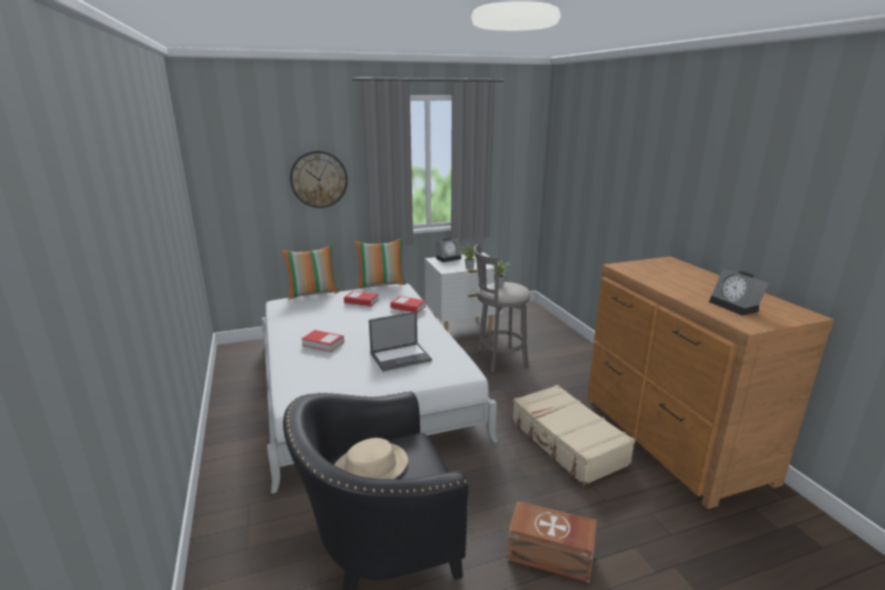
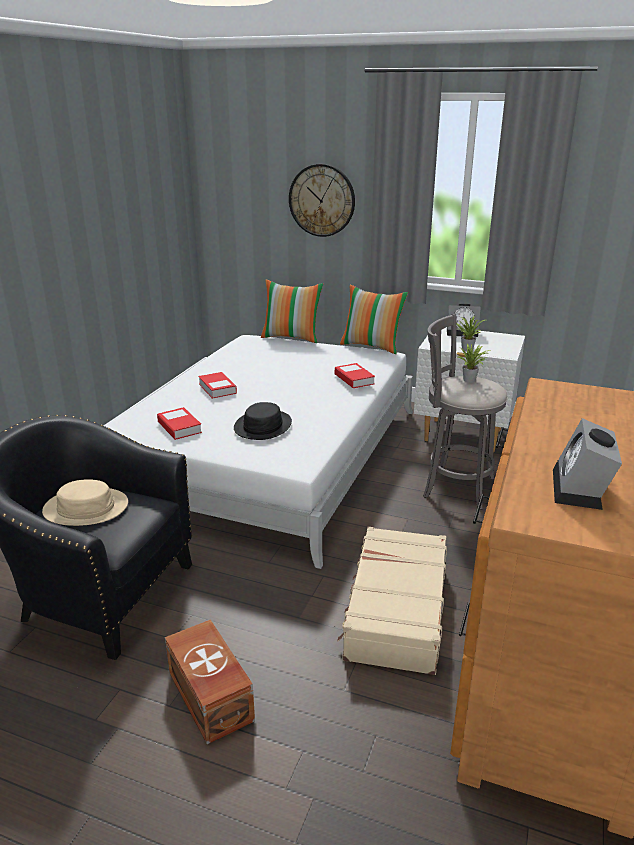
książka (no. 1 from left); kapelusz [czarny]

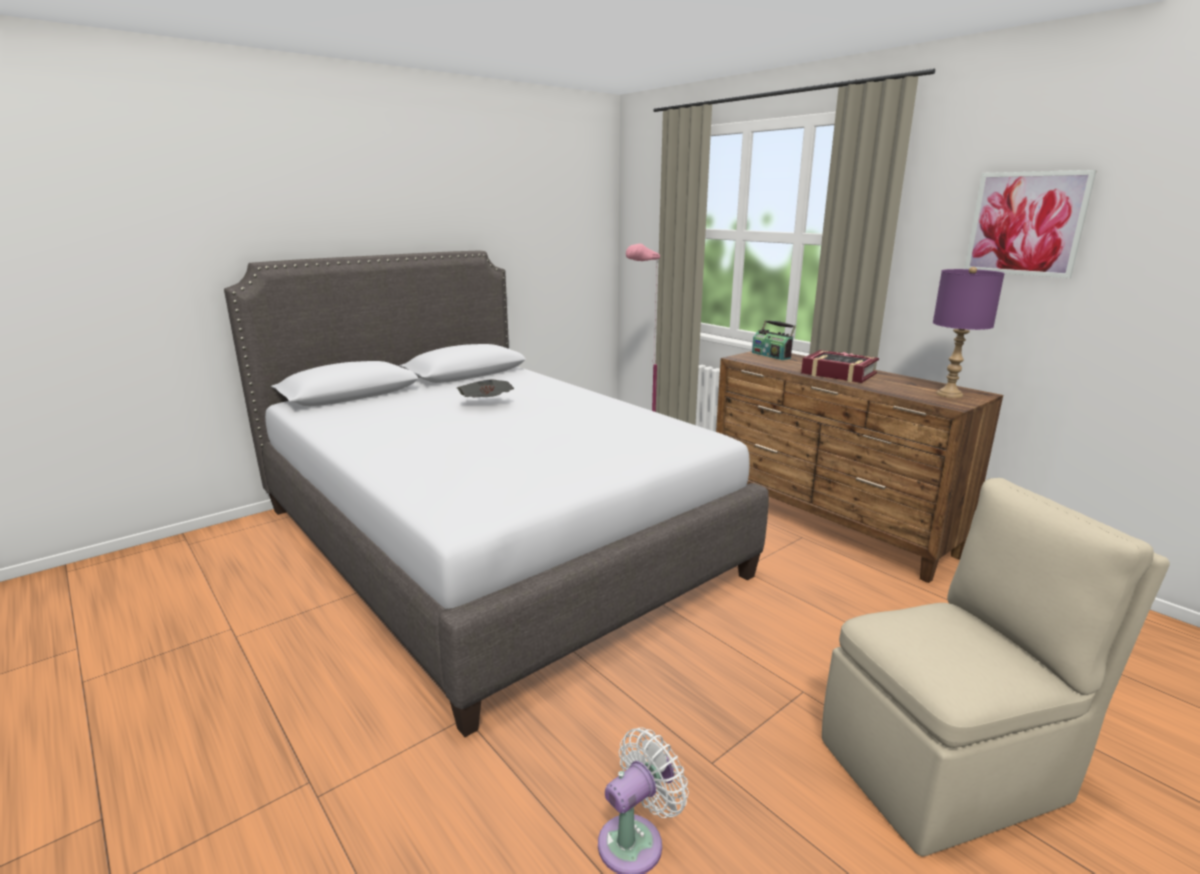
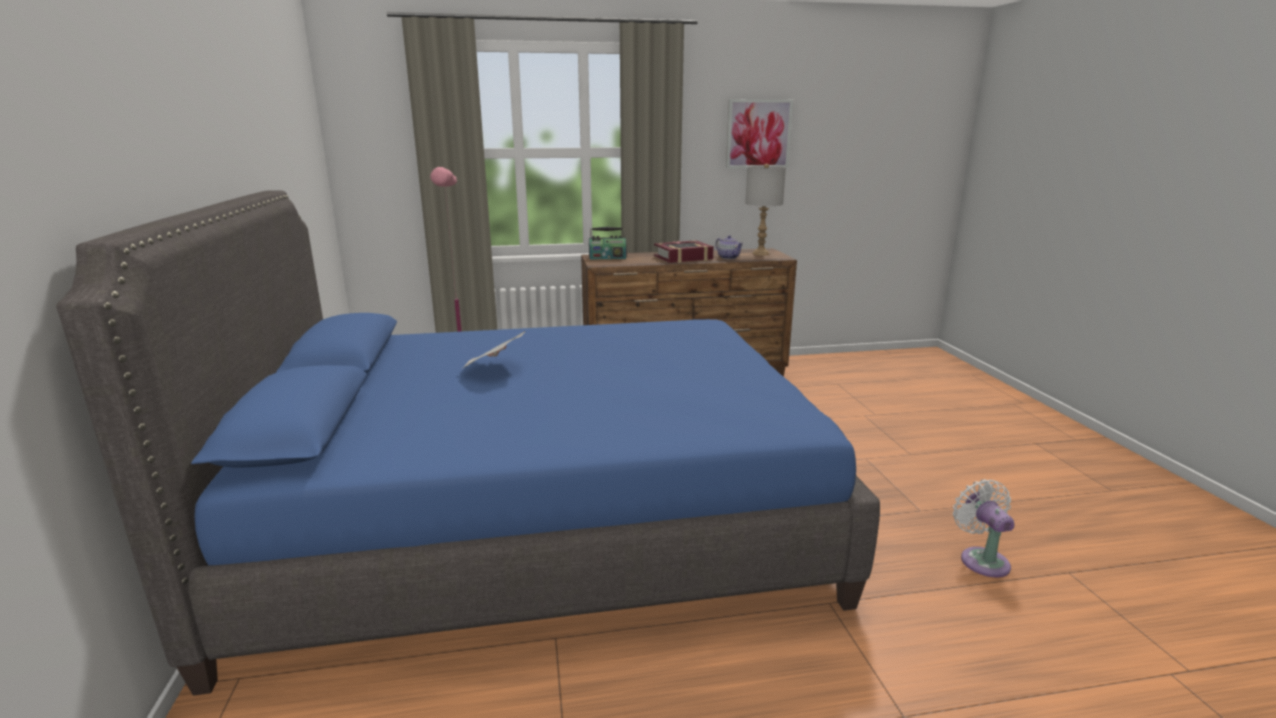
łóżko [niebieski]; lampa stołowa [szary]; krzesło [beżowy]; imbryk

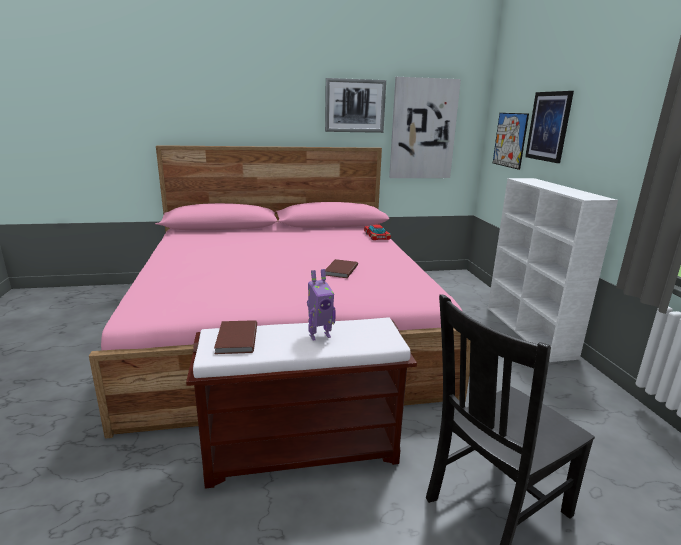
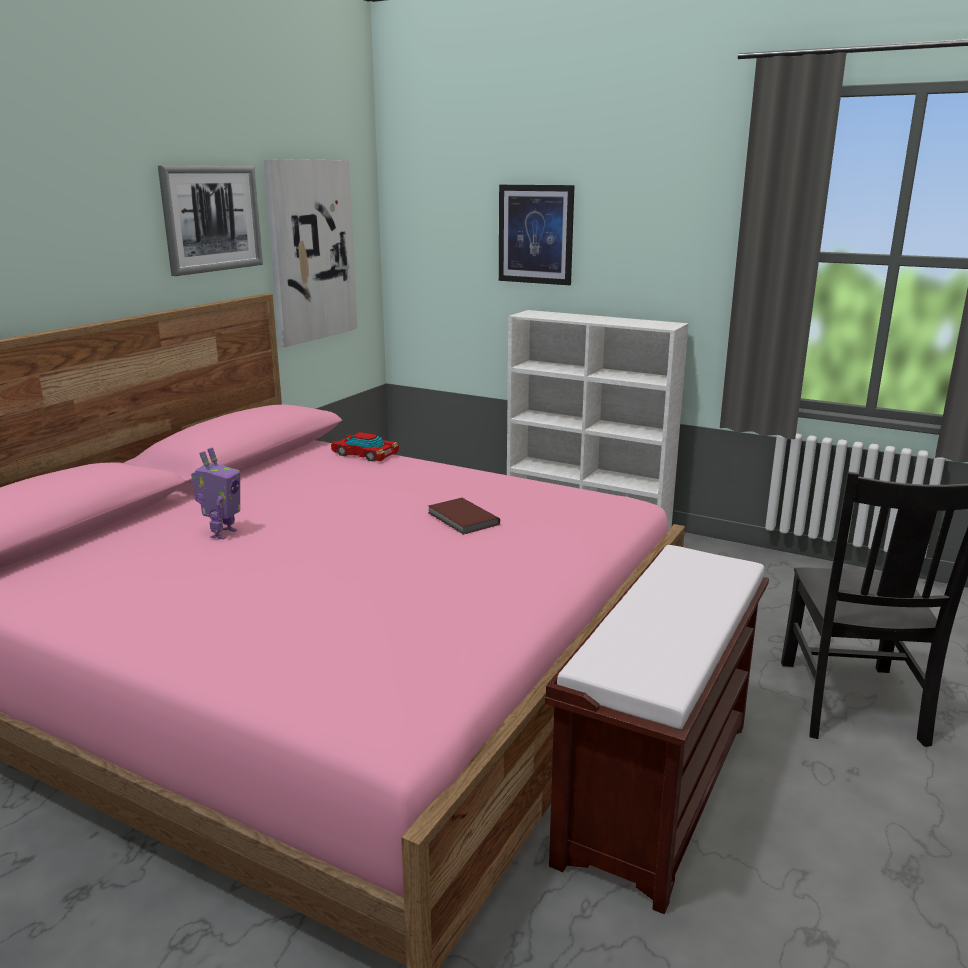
obraz (no. 3 from left in the first image); robot zabawkowy; książka [brązowy] (no. 1 from left in the first image)

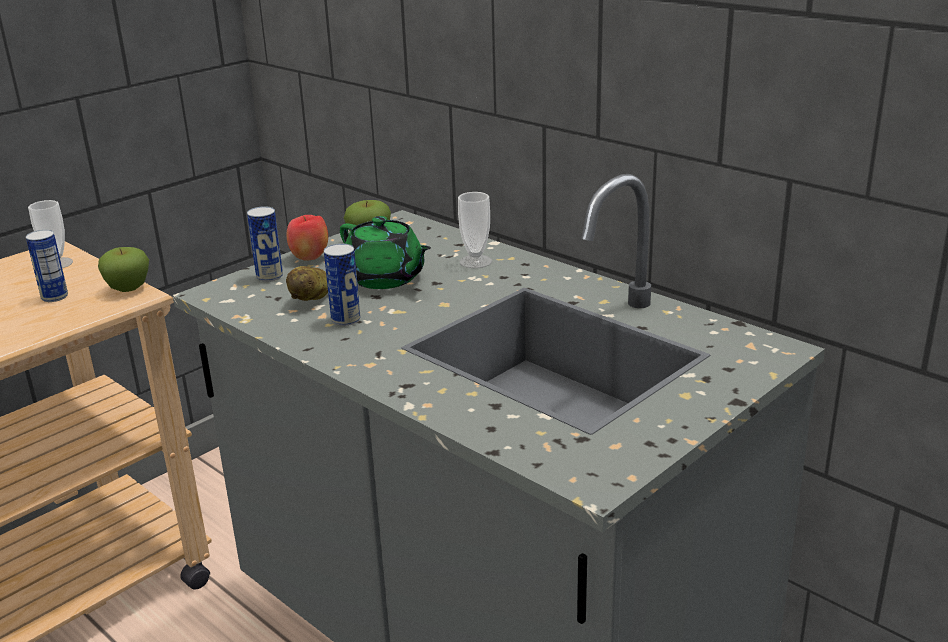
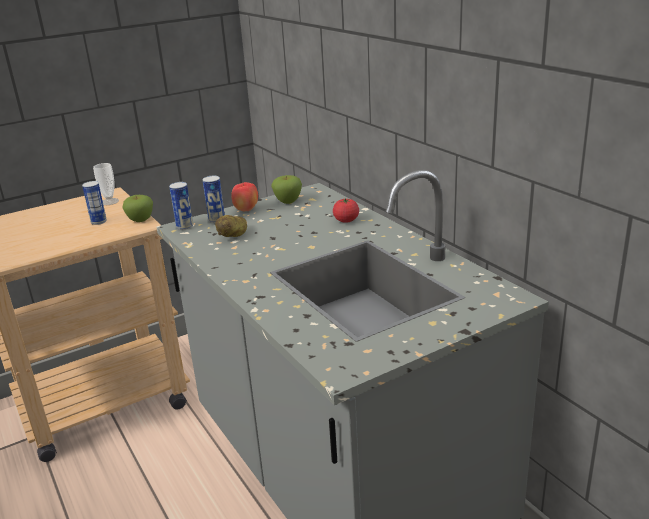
pomidor; imbryk [zielony]; puszka (no. 2 from left)

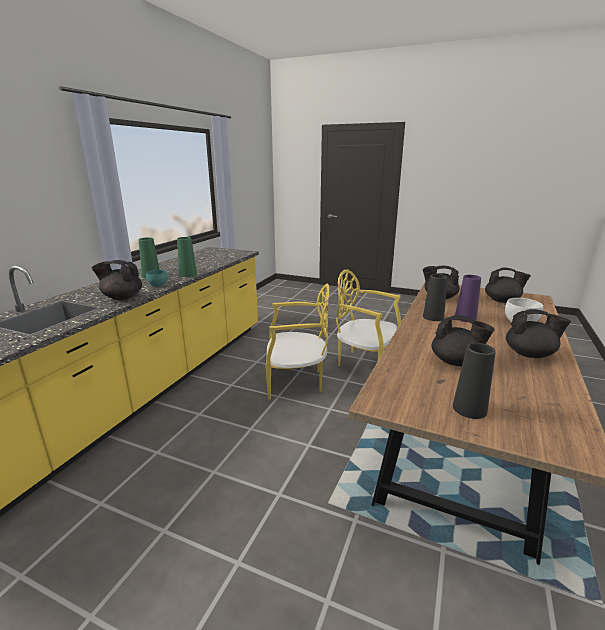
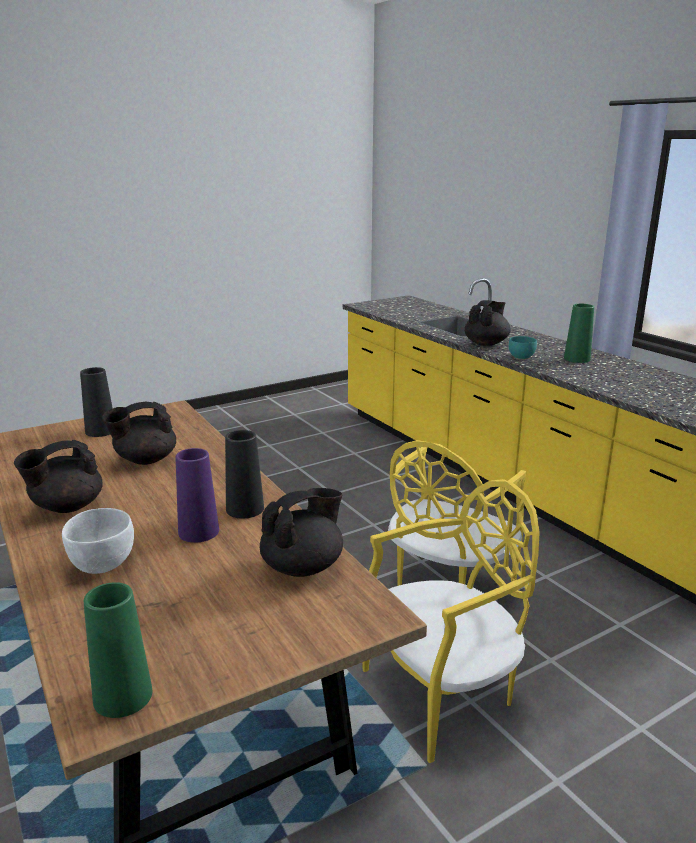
wazon [zielony] (no. 1 from left); imbryk [czarny] (no. 4 from left in the first image)

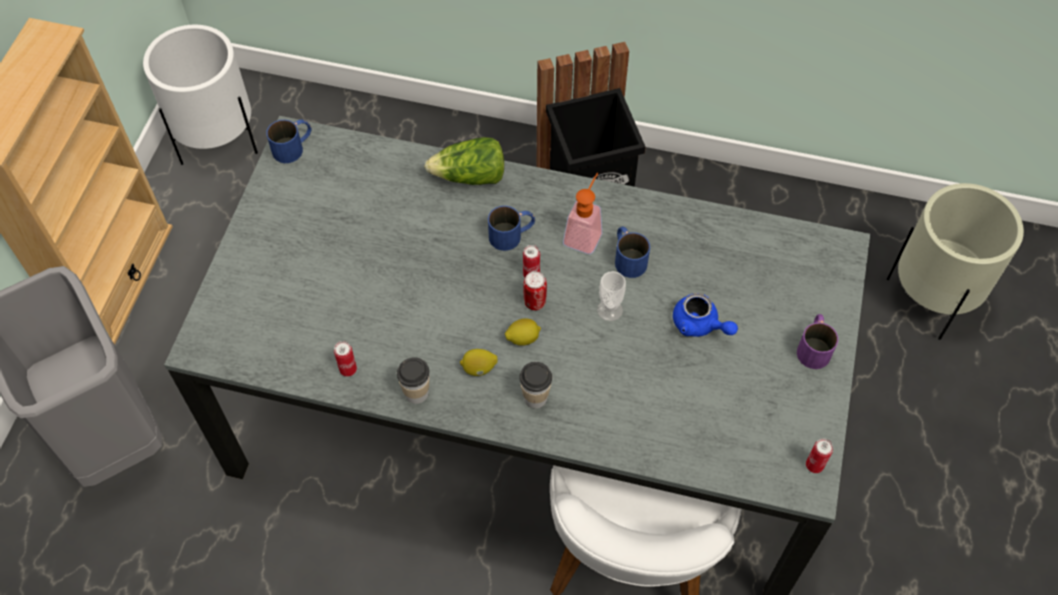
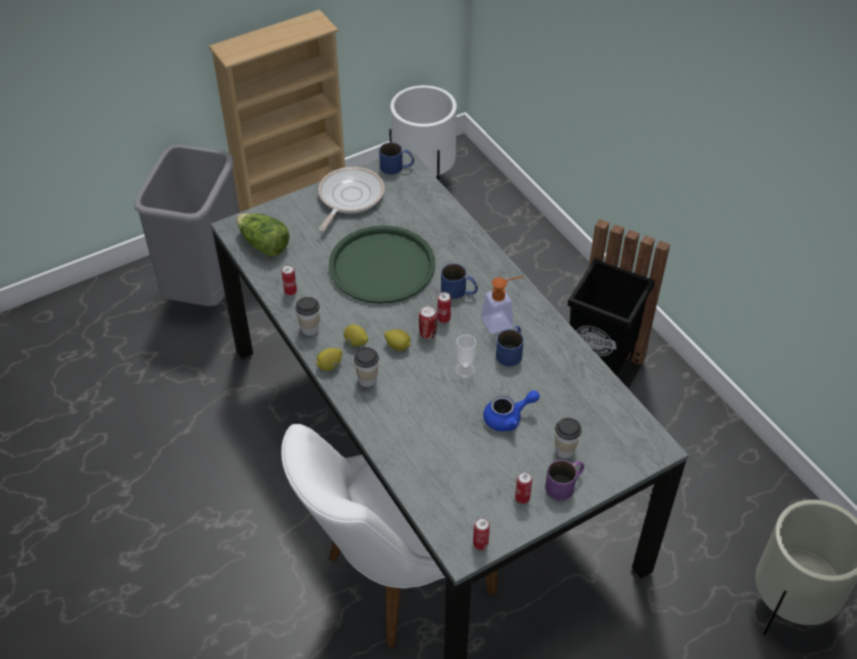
sałata; imbryk [niebieski]; patelnia; taca [zielony]; cytryna (no. 1 from left); filiżanka (no. 4 from left); puszka (no. 5 from left)

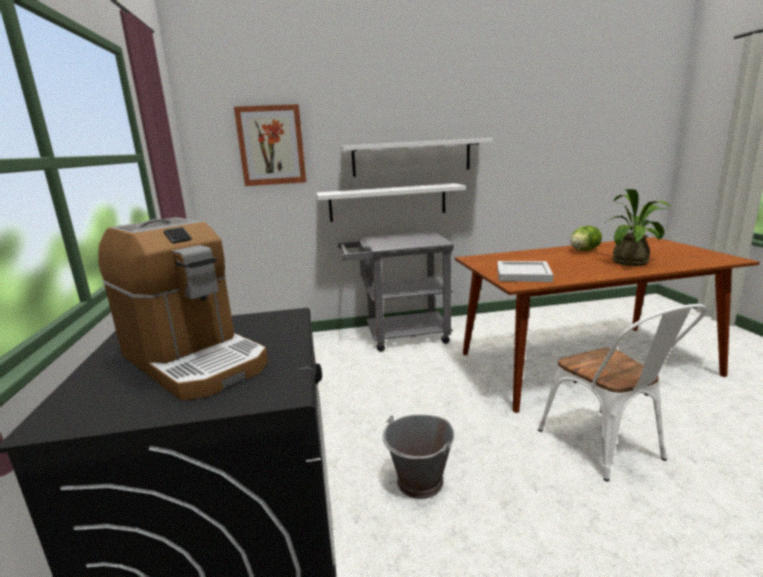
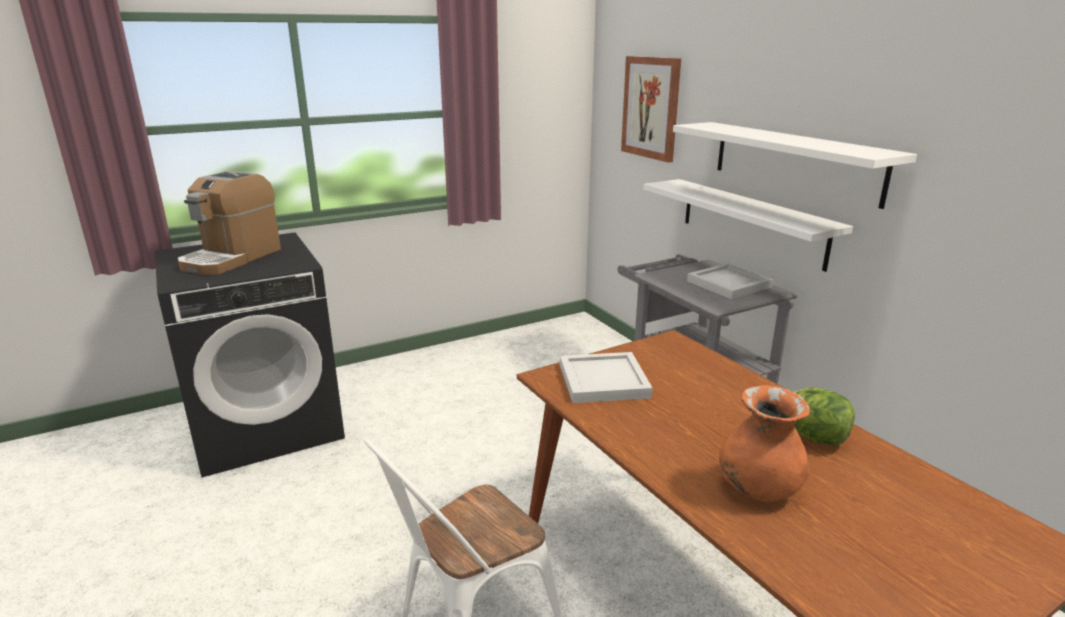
wazon [pomarańczowy]; wiadro [szary]; taca [biały] (no. 2 from left)

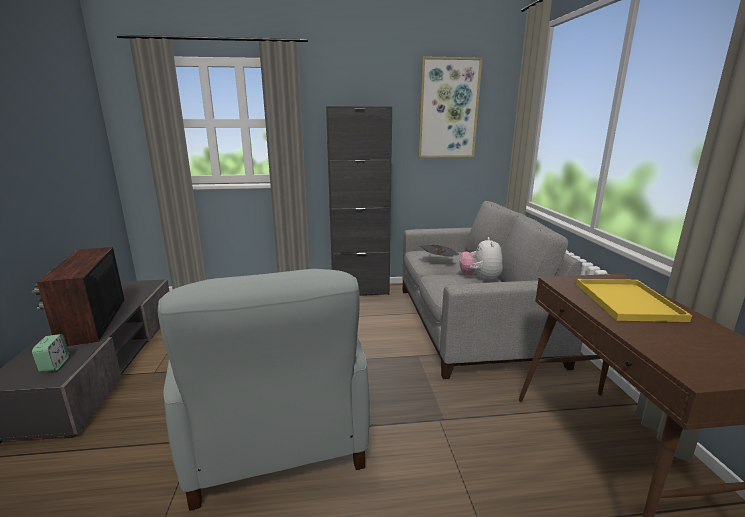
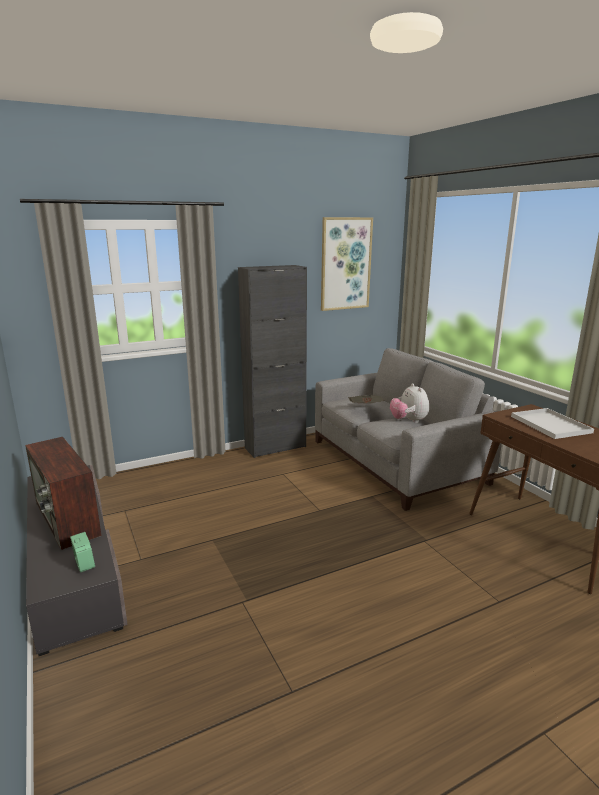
fotel [szary]; taca [biały]

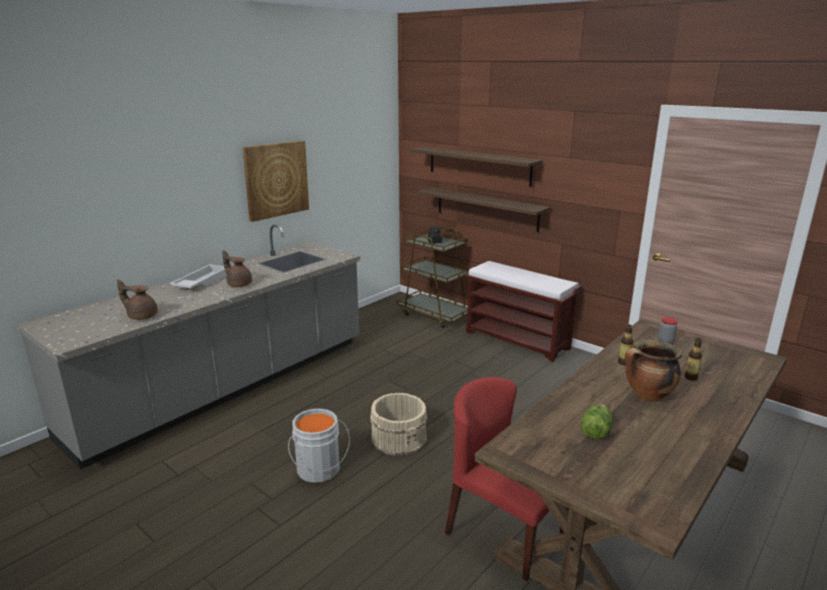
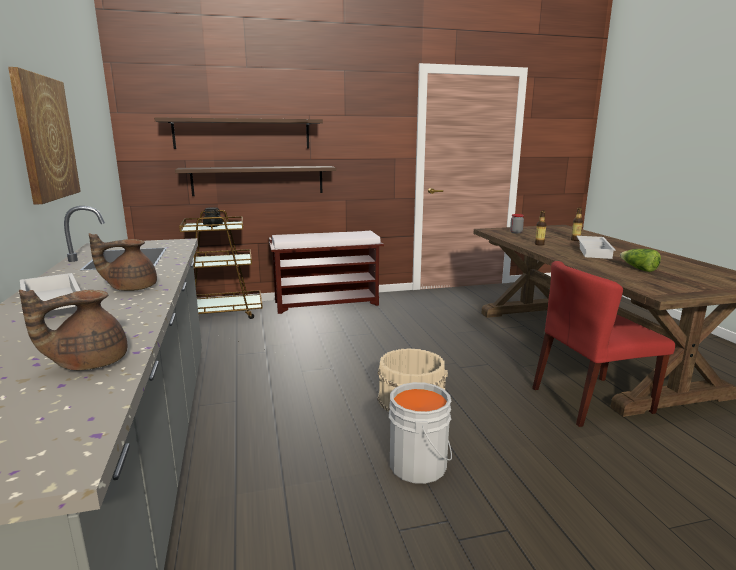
taca [biały] (no. 2 from left)

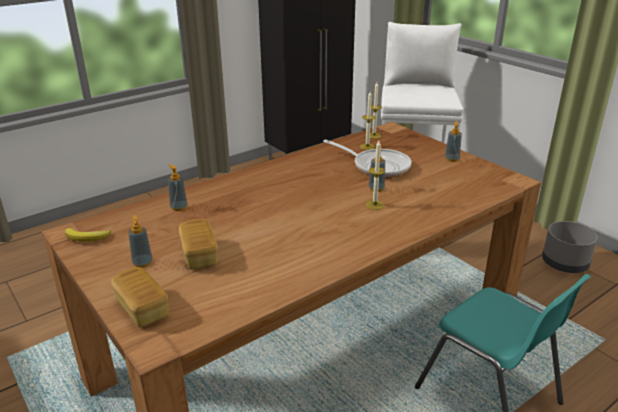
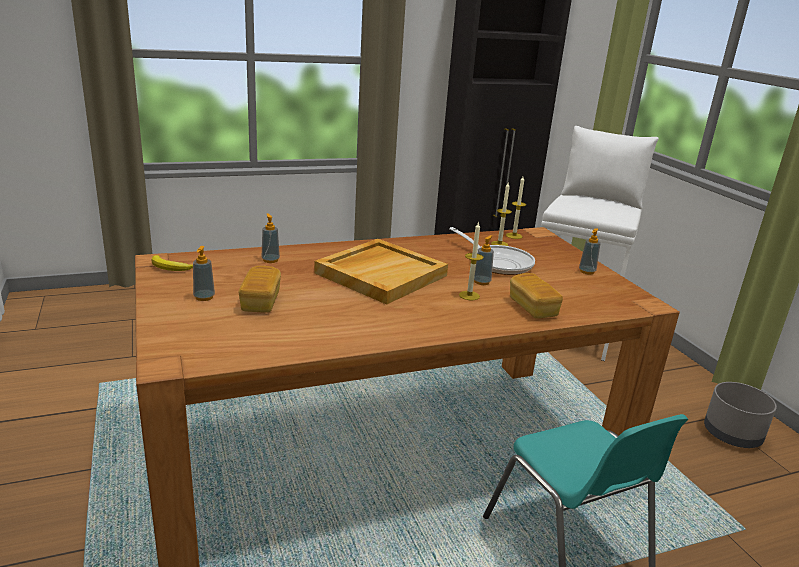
chleb (no. 2 from left); taca [beżowy]

